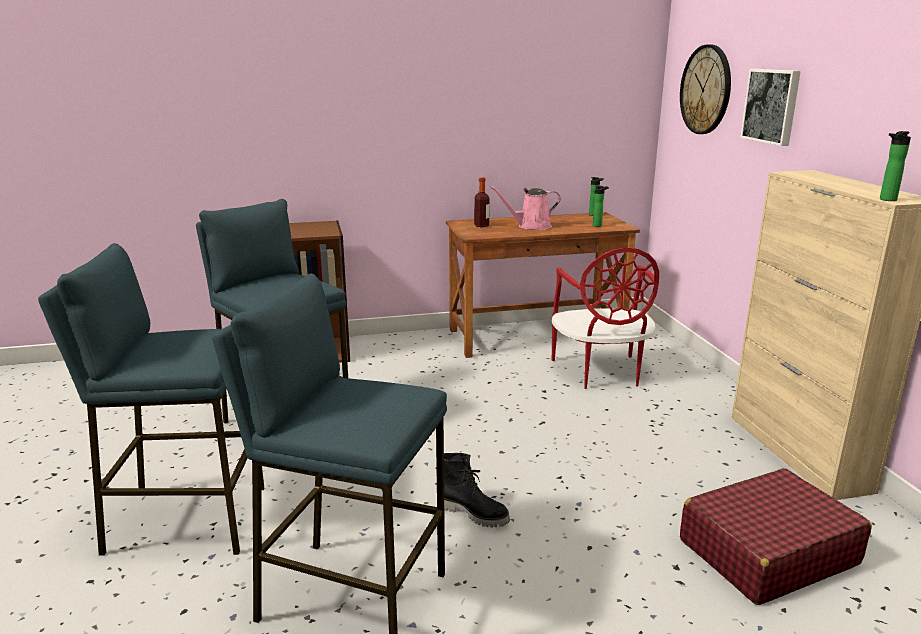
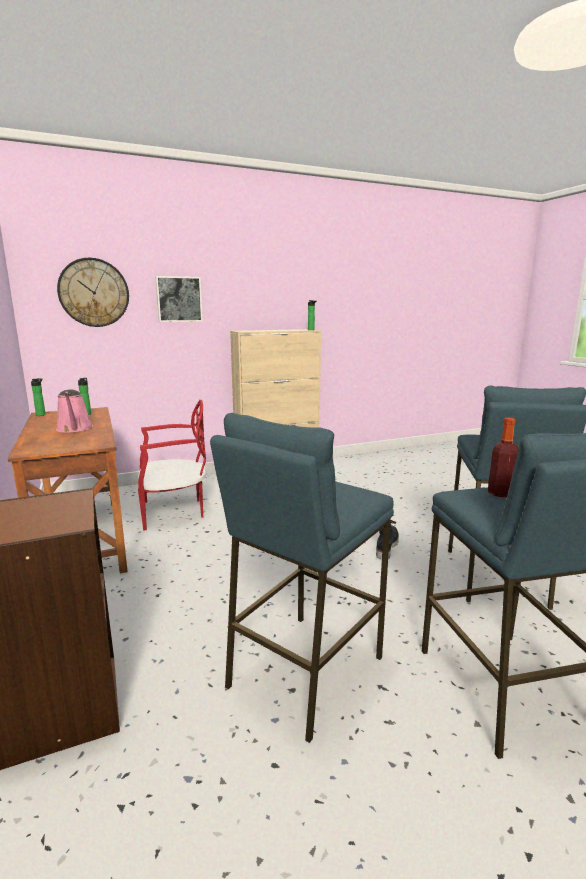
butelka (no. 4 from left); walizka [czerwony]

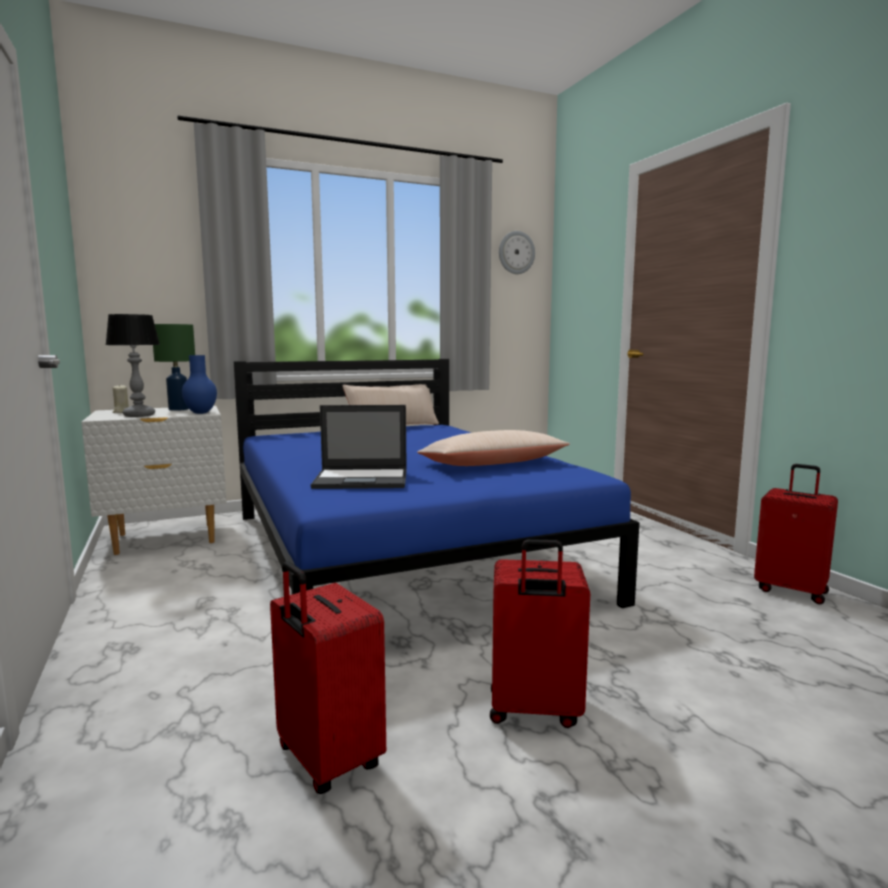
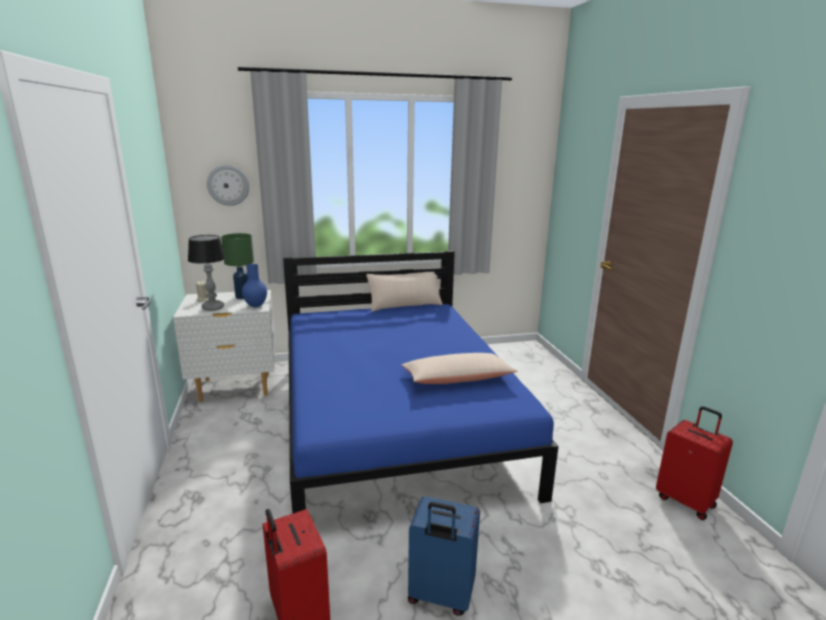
zegar ścienny; laptop; walizka [niebieski]

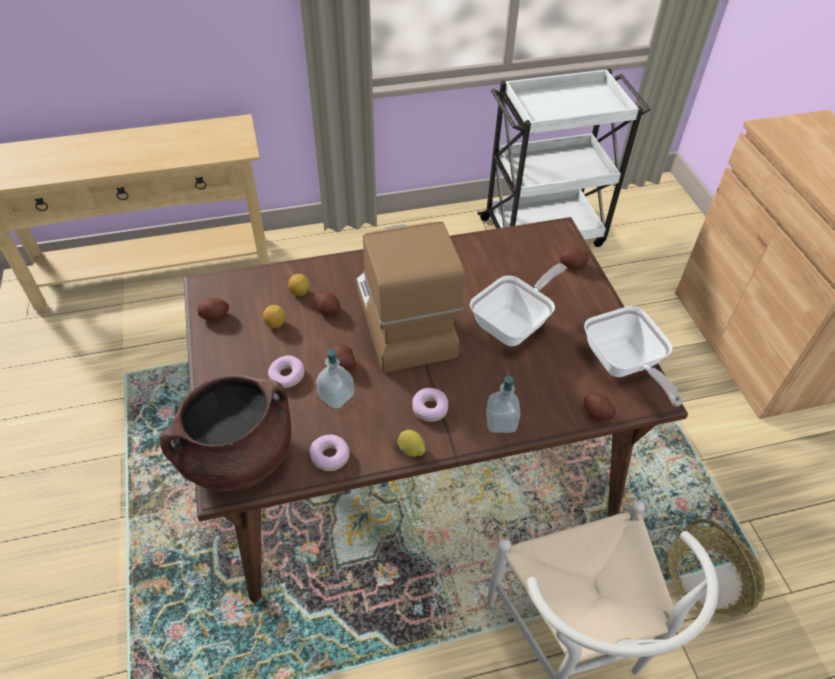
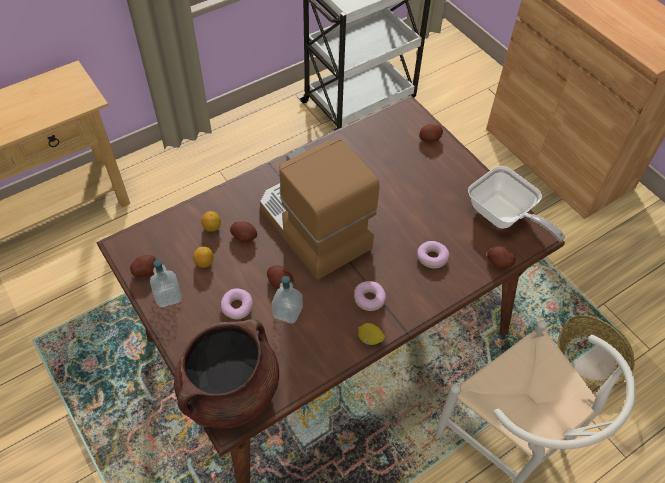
patelnia (no. 1 from left in the first image); dozownik mydła (no. 1 from left); donut (no. 3 from left)

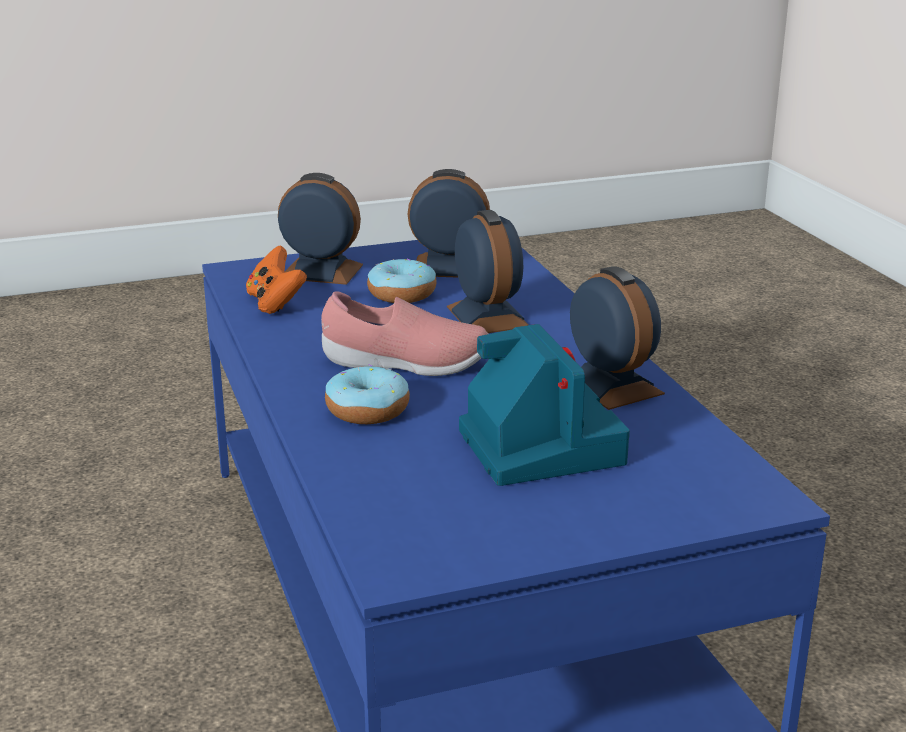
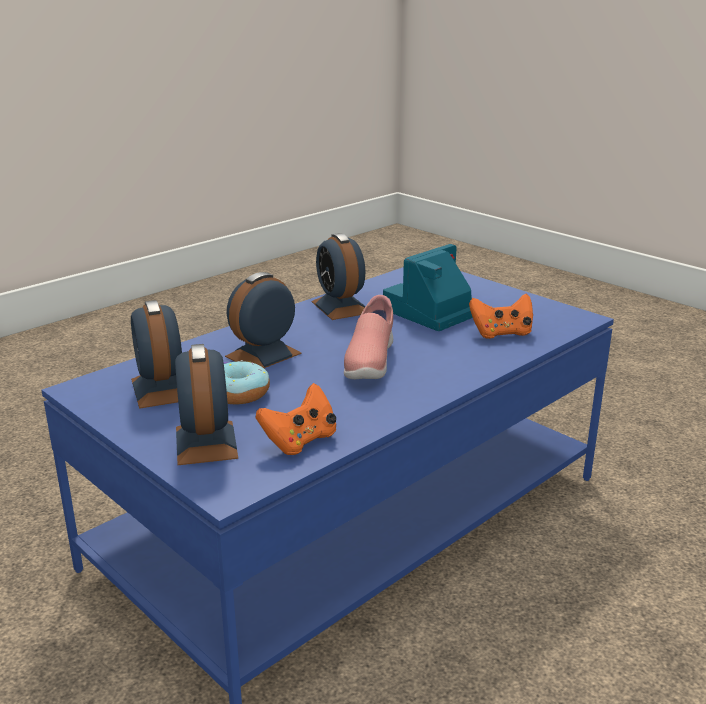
budzik (no. 4 from left); but [różowy]; donut (no. 1 from left in the first image); pad do gier [pomarańczowy] (no. 2 from left)

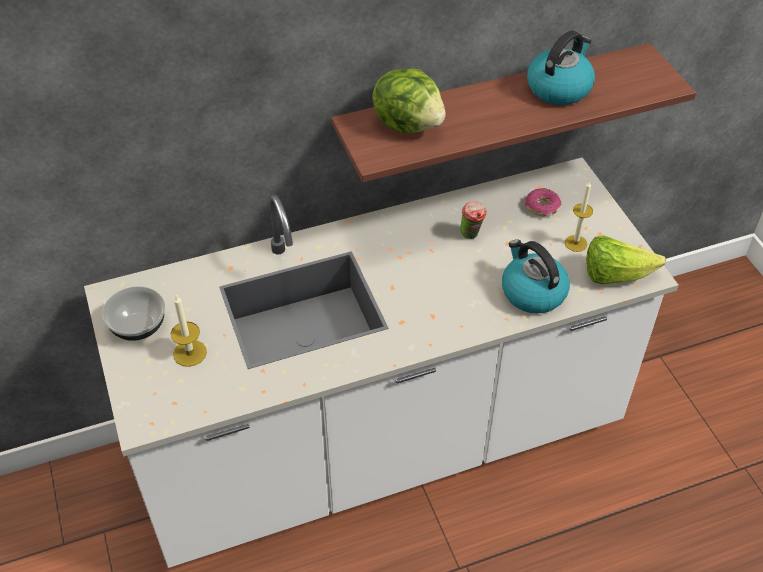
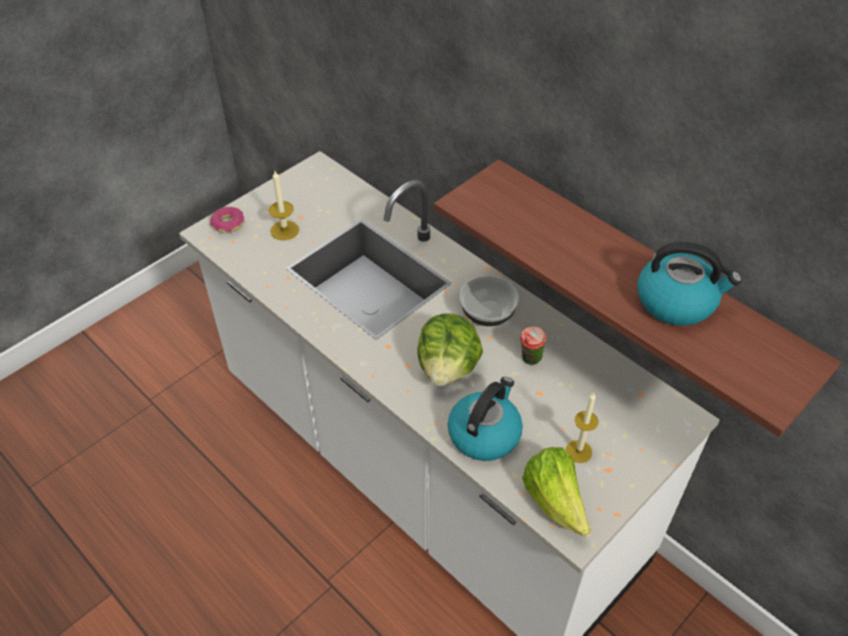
sałata (no. 1 from left); donut; miska

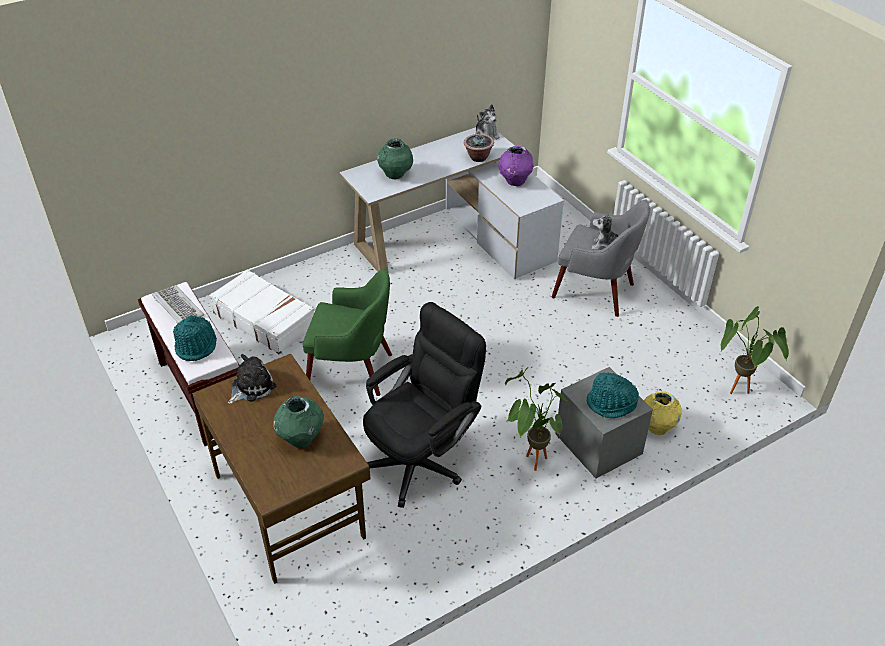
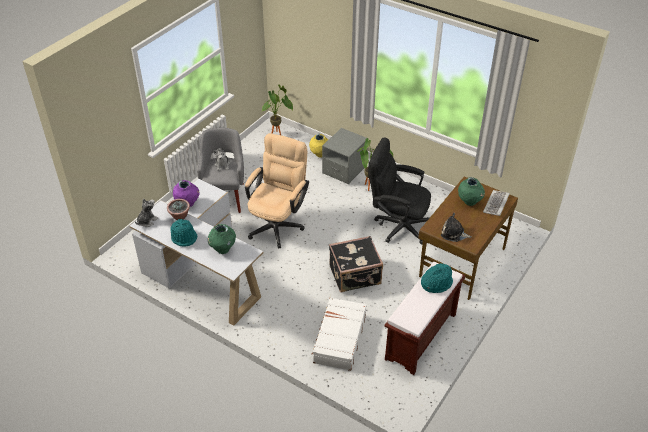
walizka [czarny]; klawiatura; kapelusz [turkusowy] (no. 1 from left); krzesło biurowe [beżowy]

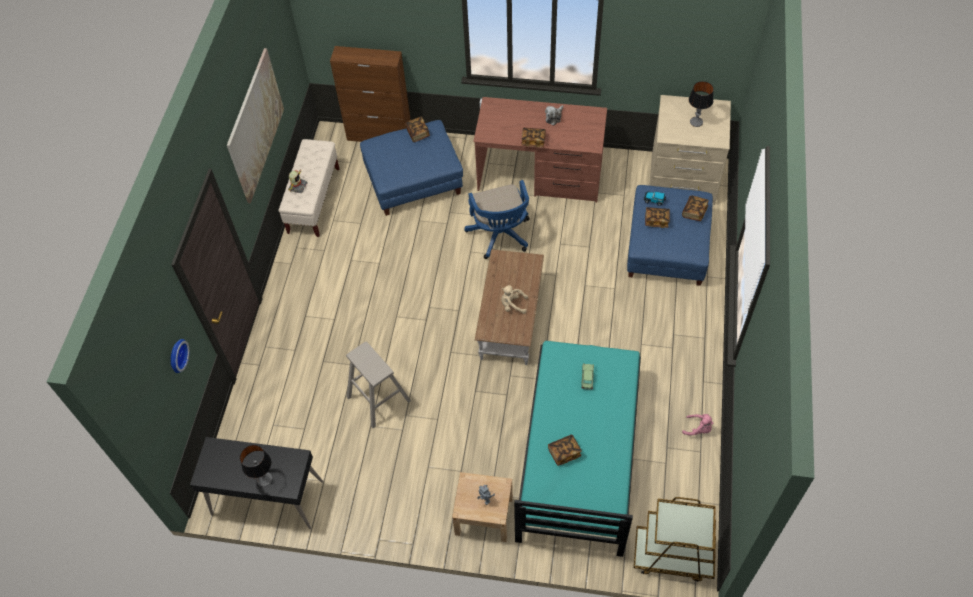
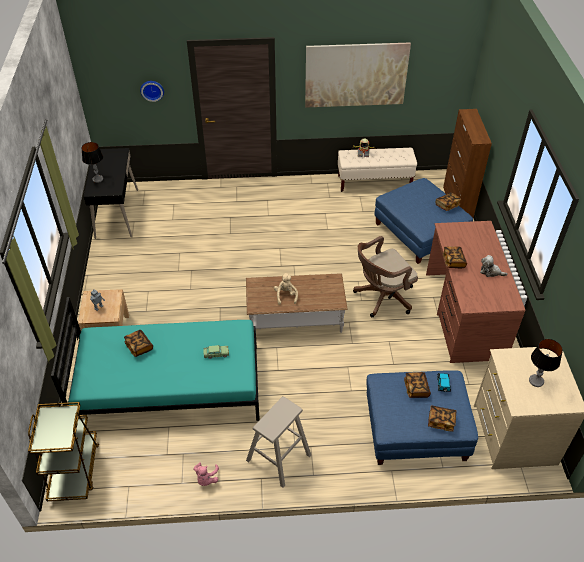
krzesło biurowe [brązowy]; stołek [beżowy]

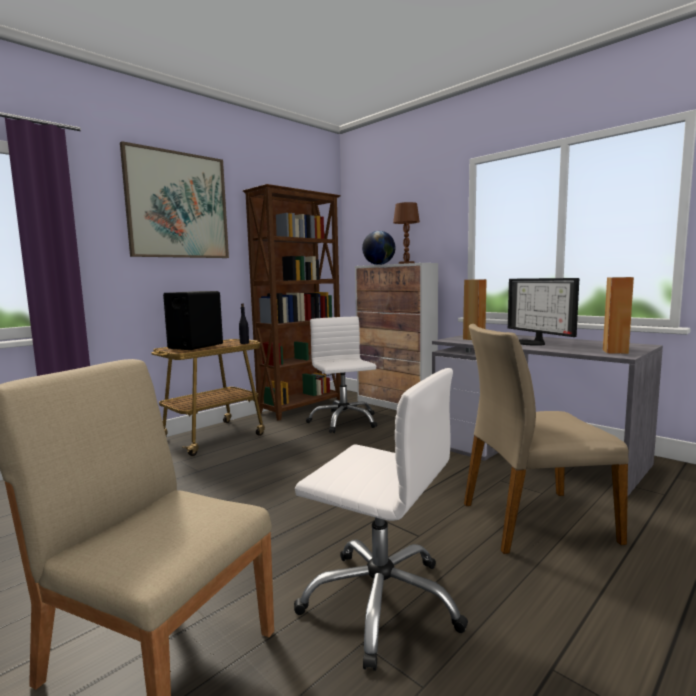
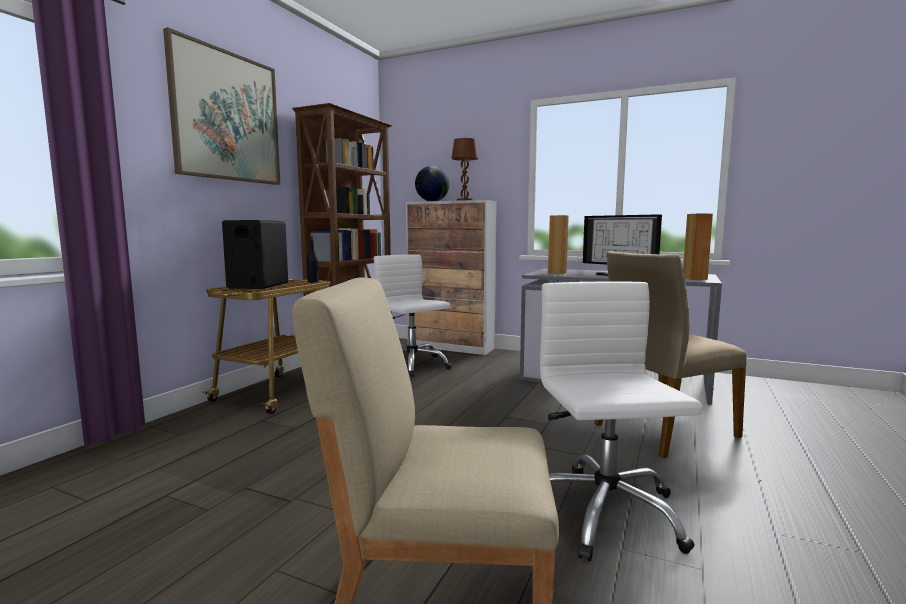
krzesło biurowe [biały] (no. 2 from left)

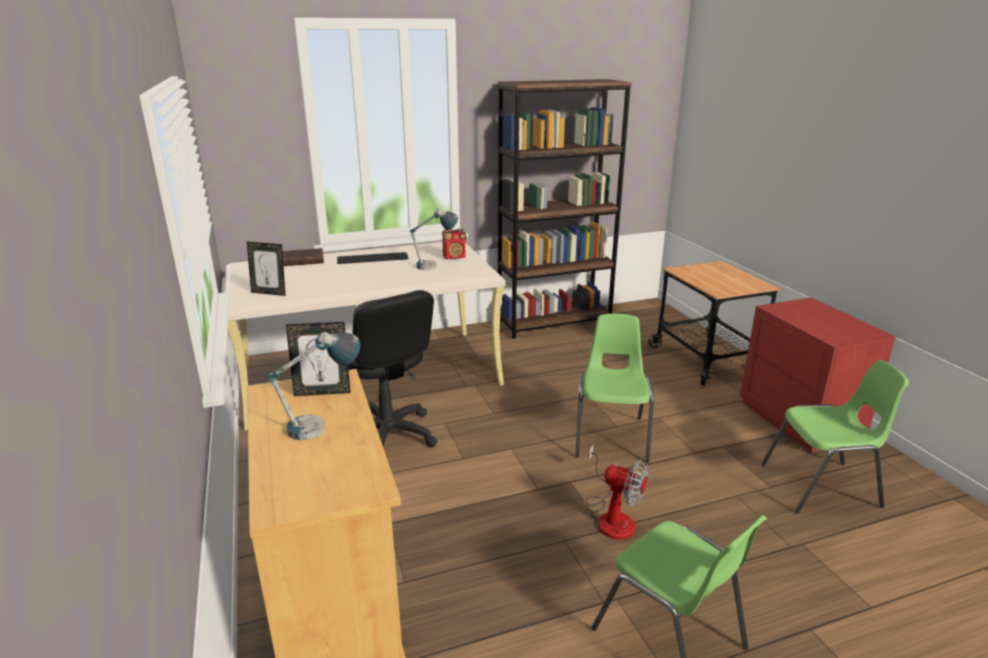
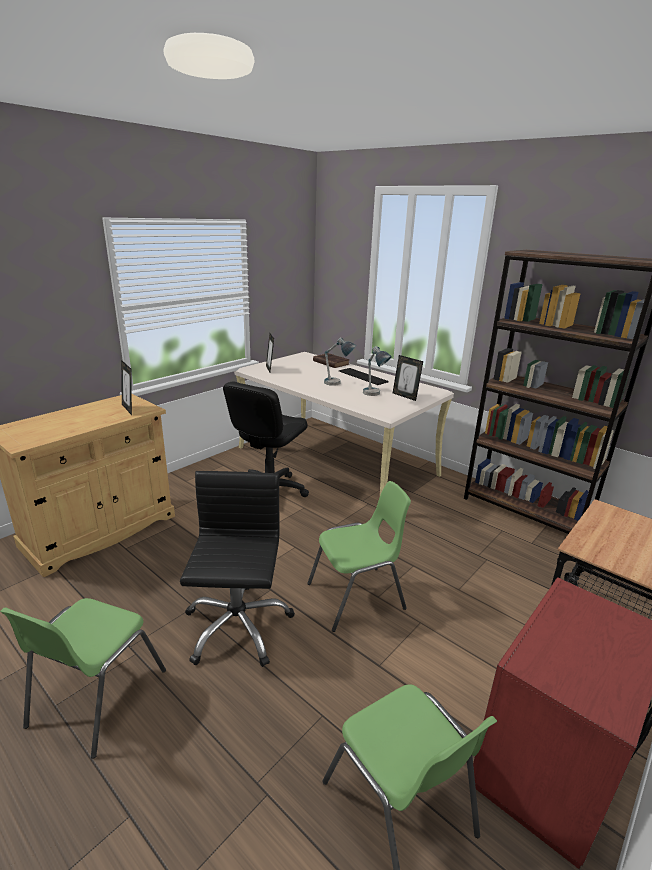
ramka na zdjęcie (no. 3 from left); lampa stołowa (no. 1 from left); krzesło biurowe [czarny] (no. 1 from left)

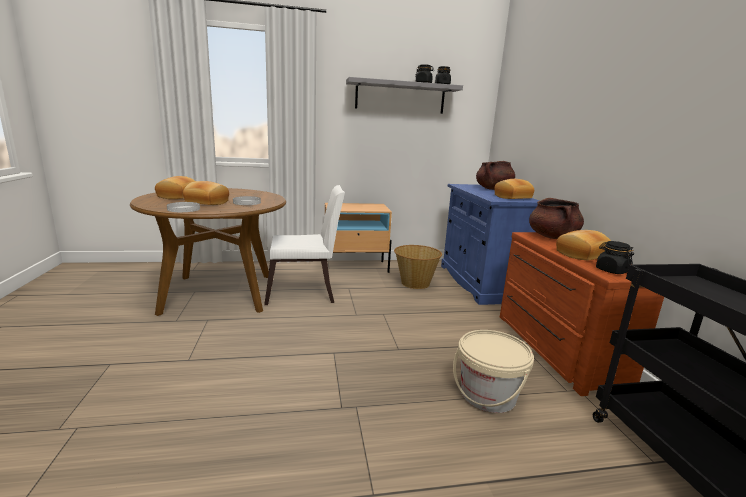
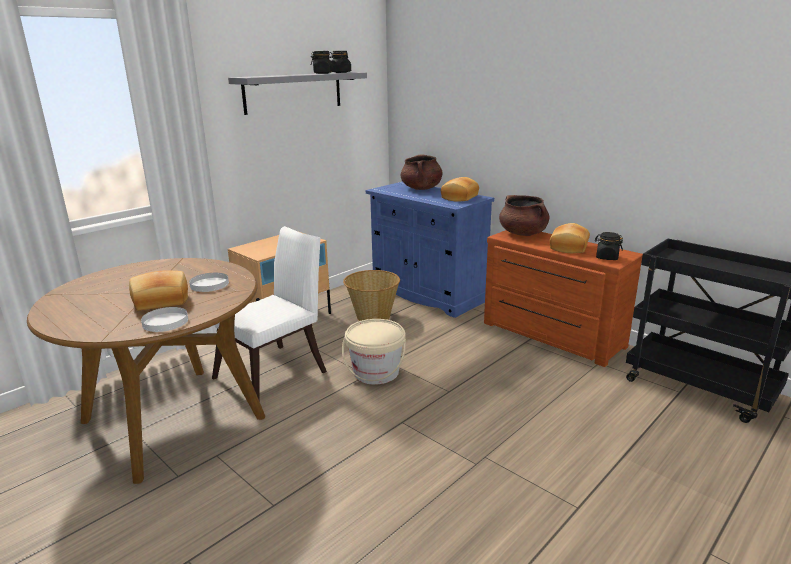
chleb (no. 1 from left in the first image); wiadro [beżowy]

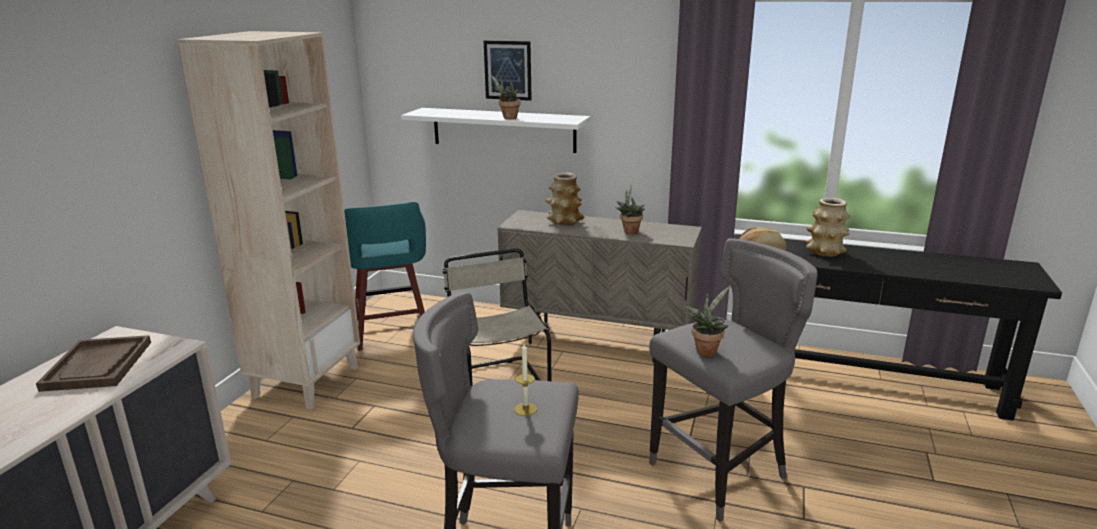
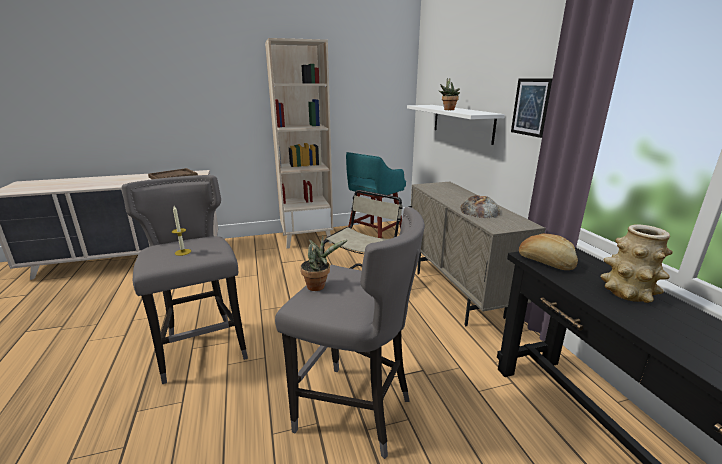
obraz; wazon (no. 1 from left in the first image); chleb (no. 1 from left)

